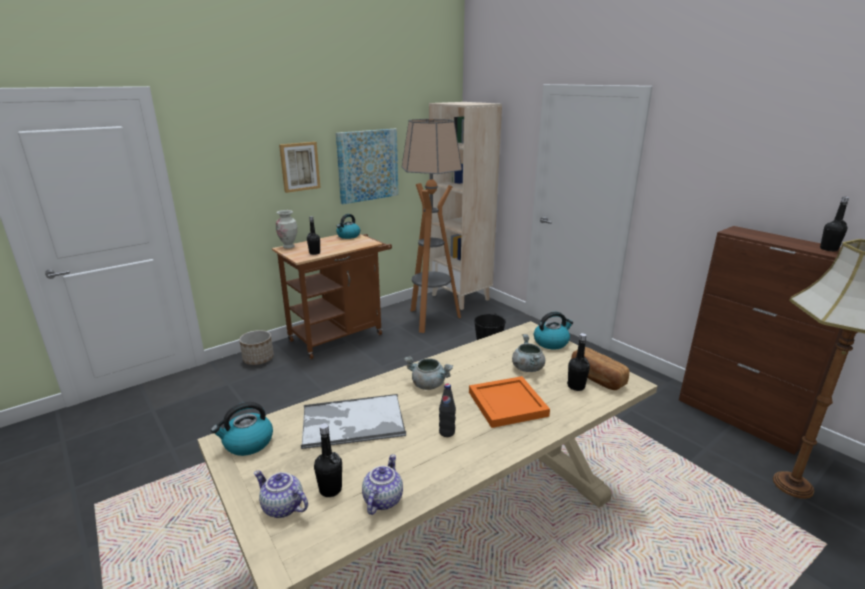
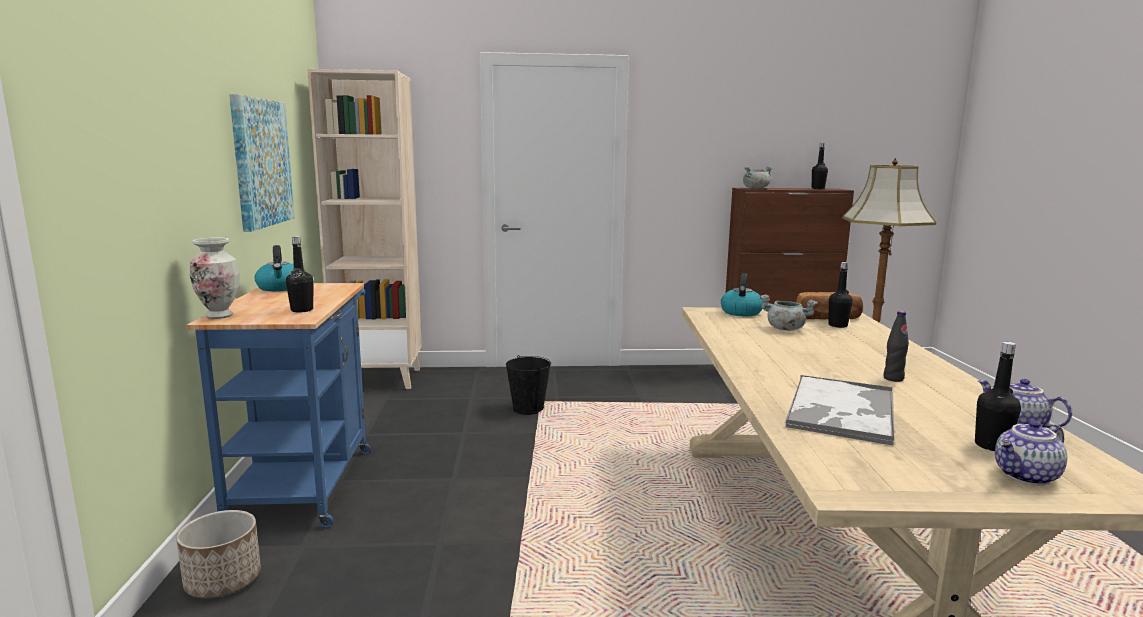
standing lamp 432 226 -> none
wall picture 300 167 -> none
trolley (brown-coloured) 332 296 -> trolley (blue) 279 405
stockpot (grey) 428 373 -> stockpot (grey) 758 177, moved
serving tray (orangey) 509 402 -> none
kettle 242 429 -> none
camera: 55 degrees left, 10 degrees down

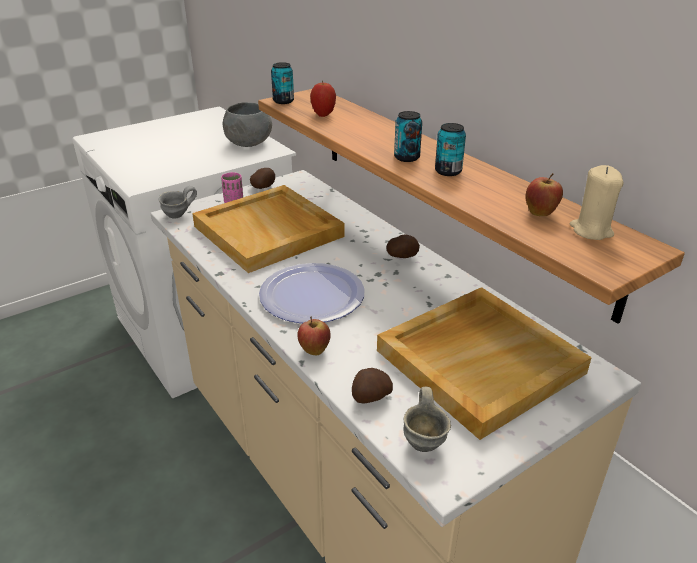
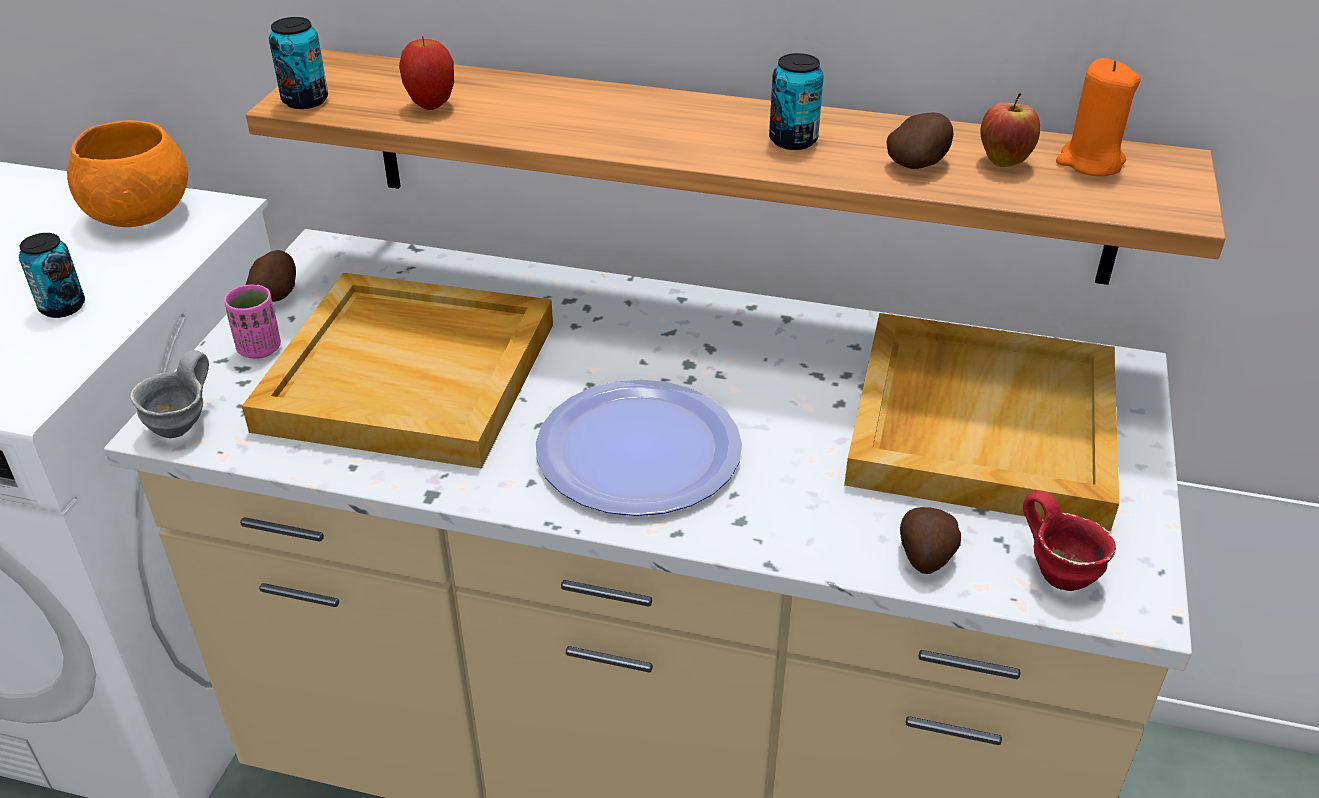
serving bowl (grey) 247 124 -> serving bowl (orangey) 127 173
metal can 408 136 -> metal can 52 275, moved
wax candle (beige-coloured) 596 202 -> wax candle (orangey) 1098 117
whole potato 403 246 -> whole potato 919 140, moved
apple 314 335 -> none
mug (grey) 427 419 -> mug (reddish) 1069 540
camera: 40 degrees left, 5 degrees up

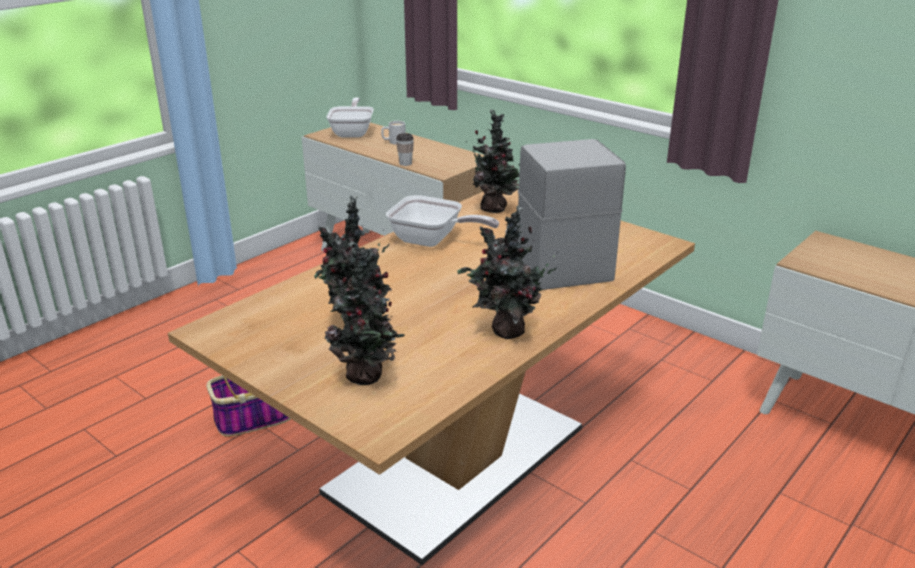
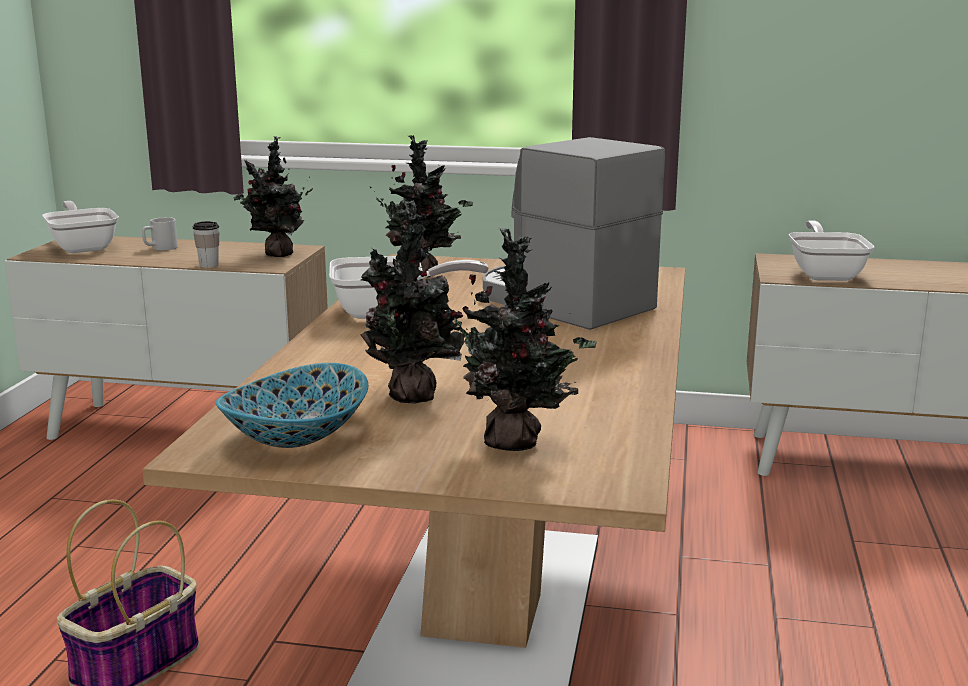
potted plant 507 272 -> potted plant 273 196, moved
none -> pan 831 250
none -> serving bowl 292 405
camera: 30 degrees left, 10 degrees down

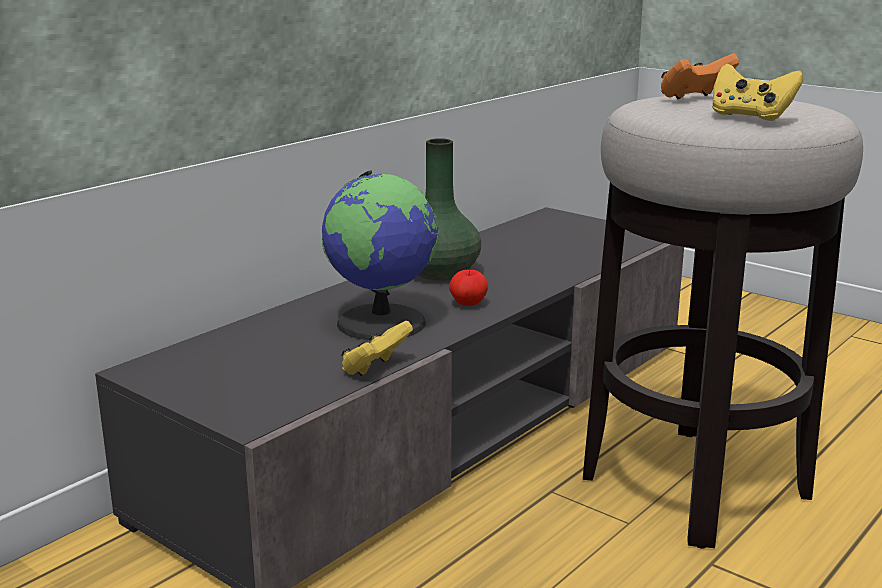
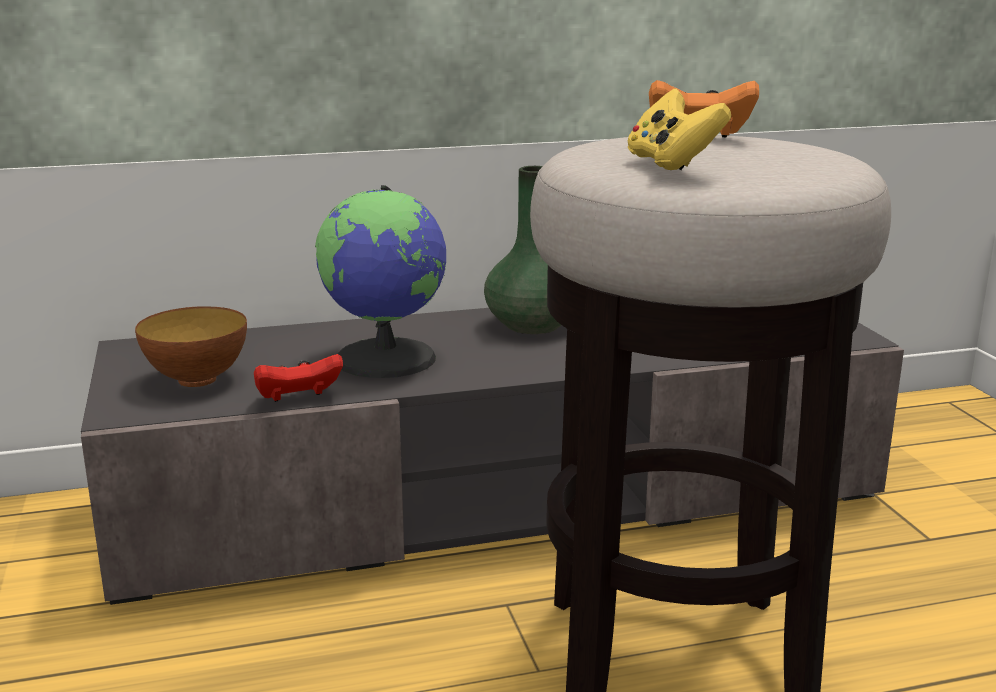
apple 468 288 -> none
joypad (yellow-coloured) 377 348 -> joypad (reddish) 298 378
none -> serving bowl 191 346
camera: 35 degrees right, 0 degrees up

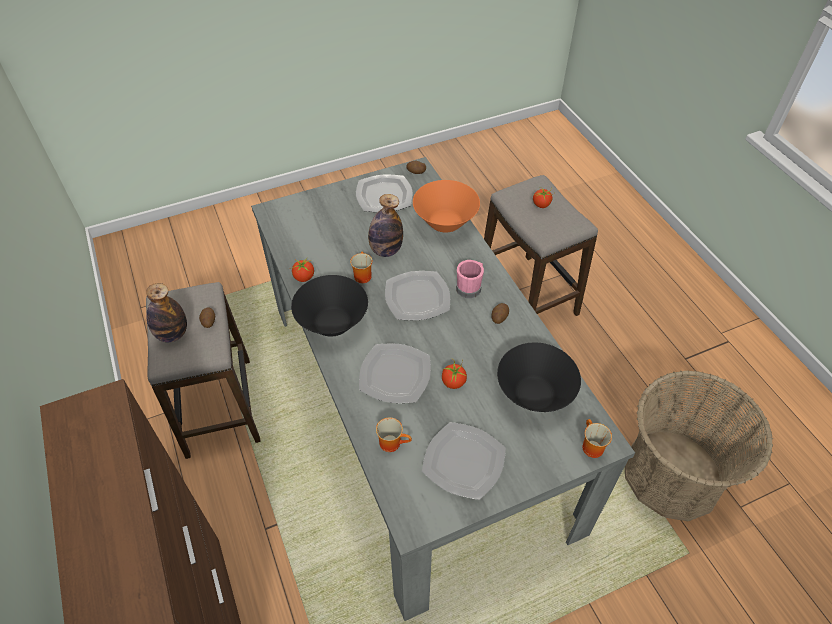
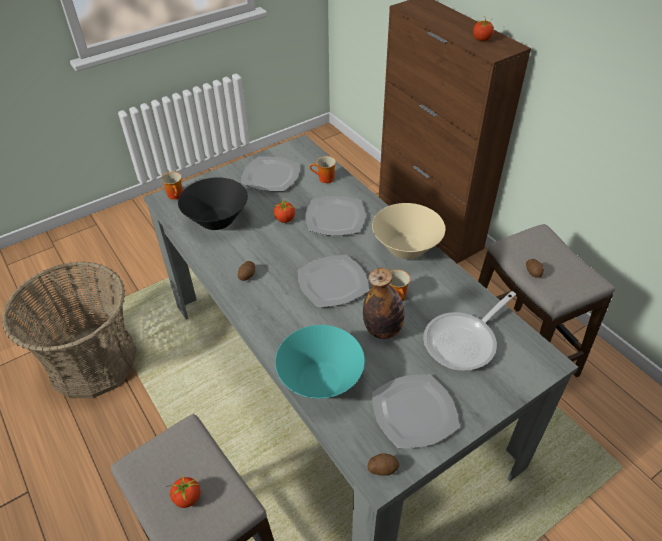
serving bowl (orangey) 446 206 -> serving bowl (blue-green) 320 362
whole tomato 302 270 -> whole tomato 483 28, moved
mug (pink) 470 279 -> none
serving bowl (blackish) 329 306 -> serving bowl (beige-coloured) 408 231
bottle 166 313 -> none
none -> pan 469 331
camera: 170 degrees right, 5 degrees down

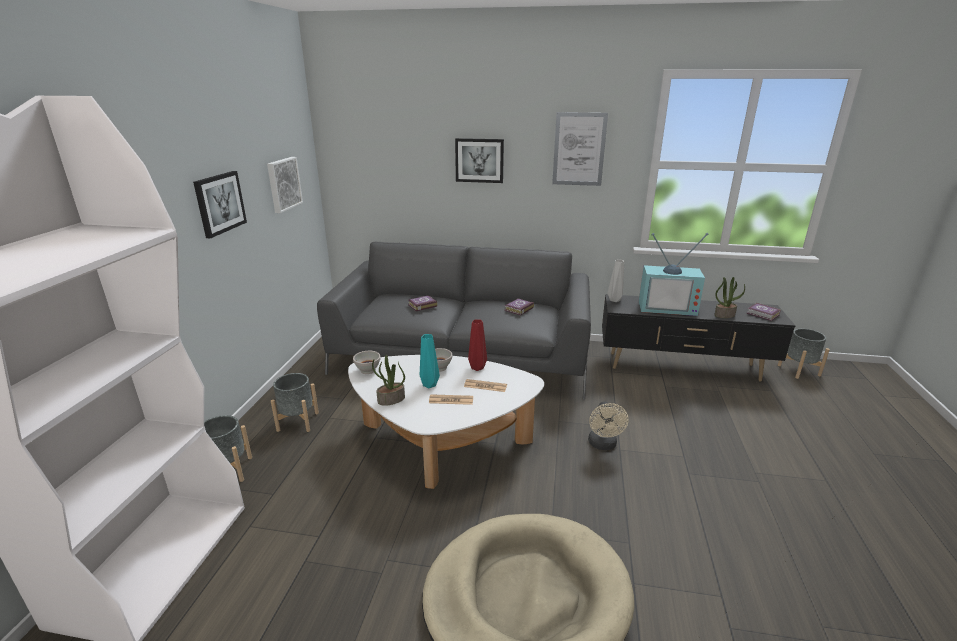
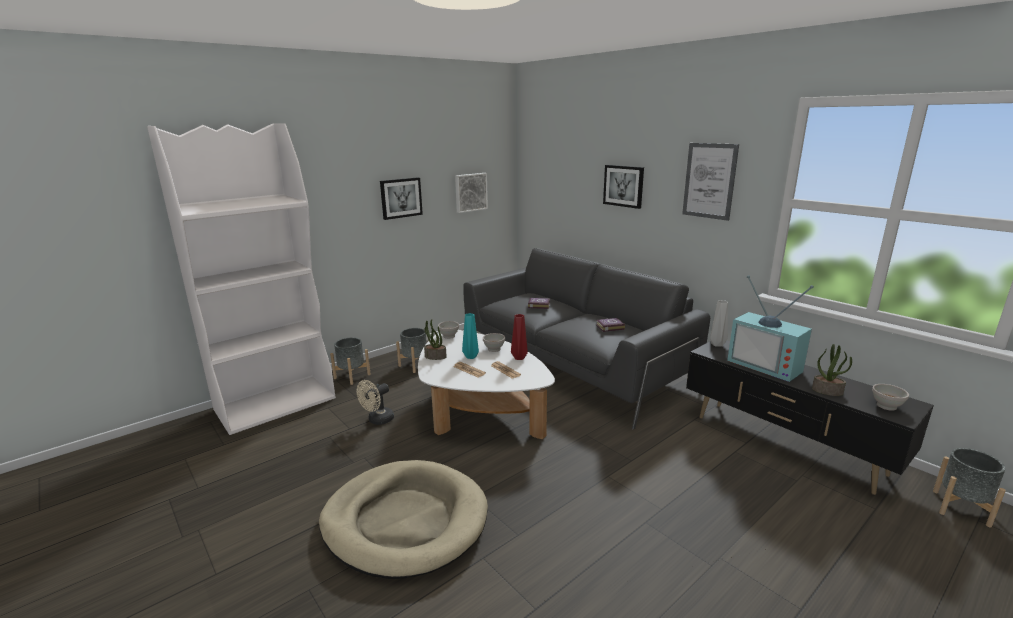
volume 763 312 -> serving bowl (white) 890 397
cooling fan (beige-coloured) 608 425 -> cooling fan (beige-coloured) 375 402, moved
camera: 40 degrees right, 5 degrees down

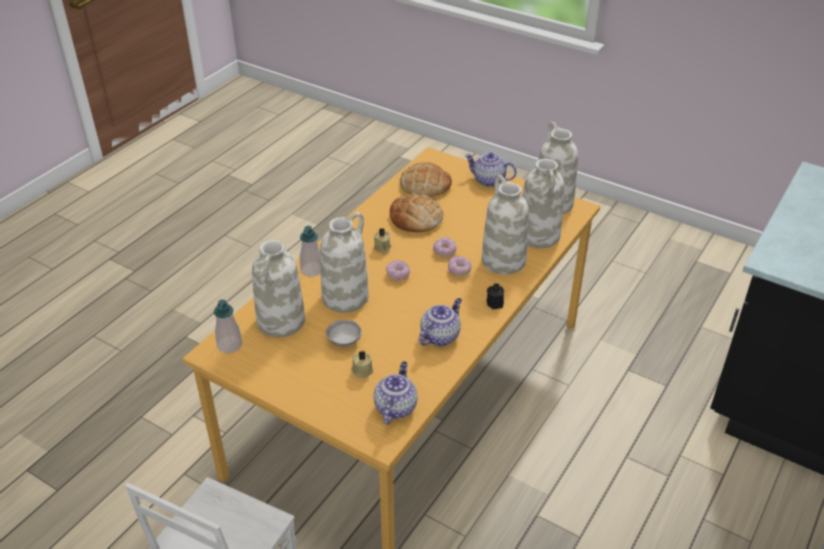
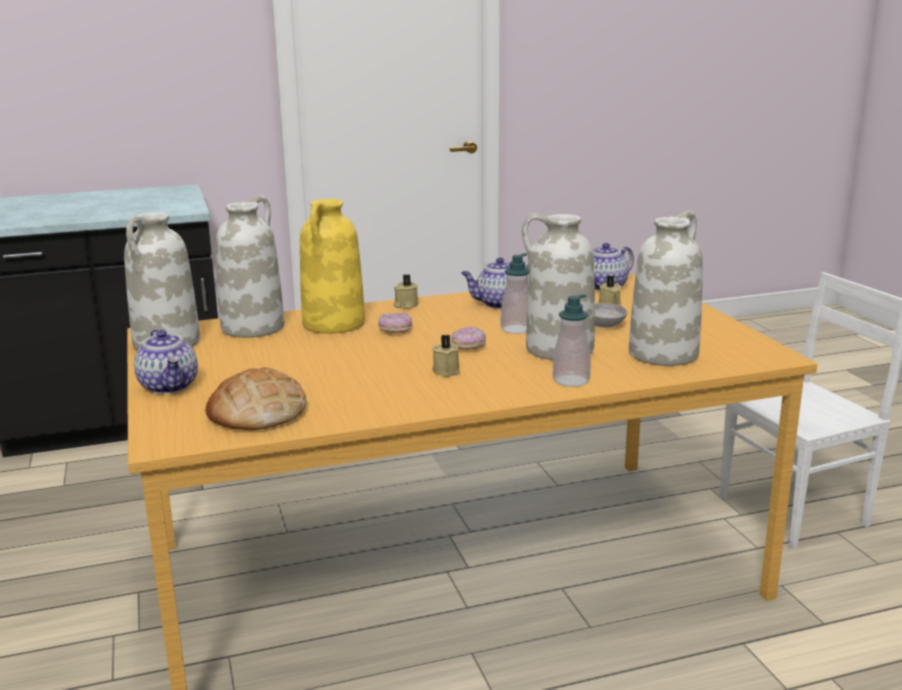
vase (white) 505 224 -> vase (yellow-coloured) 332 266
bakery bread 416 212 -> none
doughnut 445 247 -> none
wax candle (blackish) 495 296 -> wax candle (beige-coloured) 405 291
soap bottle 228 326 -> soap bottle 515 293, moved
camera: 140 degrees left, 20 degrees down

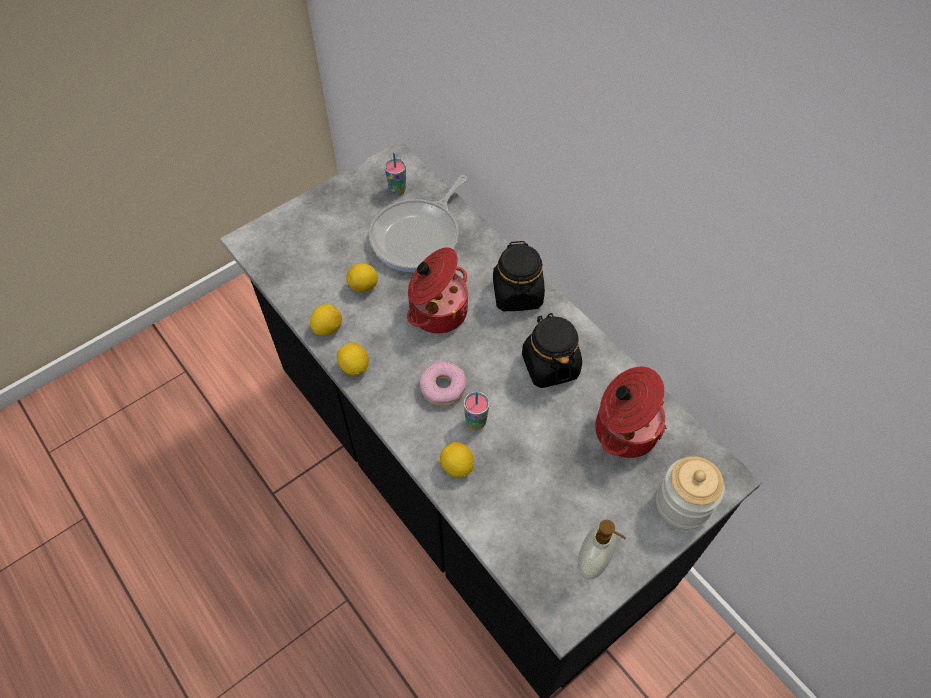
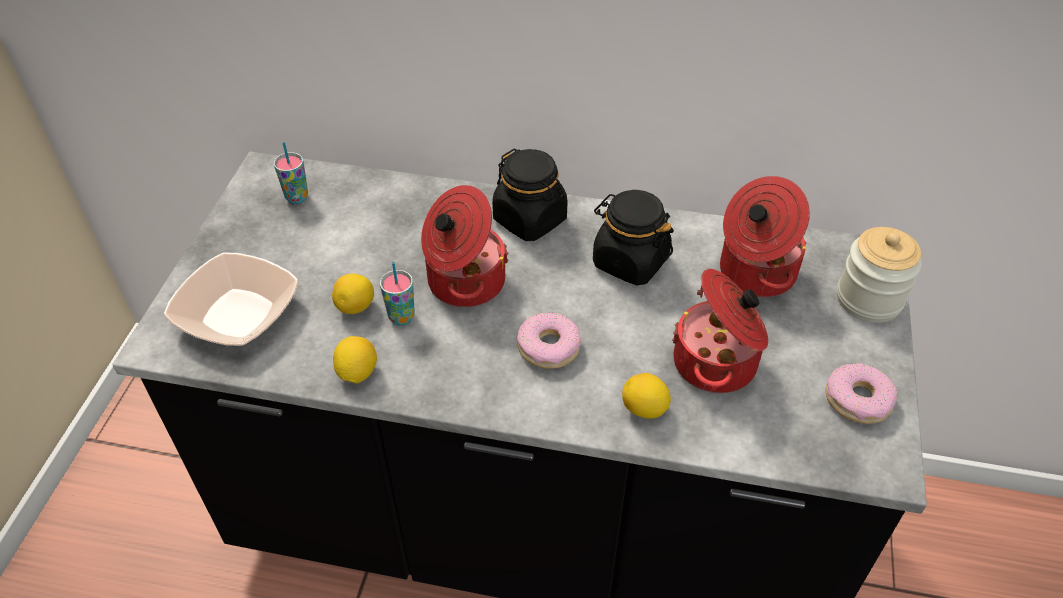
pan 418 223 -> none
whole lemon 353 359 -> none
small cup 476 411 -> small cup 397 294, moved
soap bottle 602 550 -> doughnut 862 393
none -> serving bowl 231 299
none -> stockpot 720 331
camera: 40 degrees left, 10 degrees down

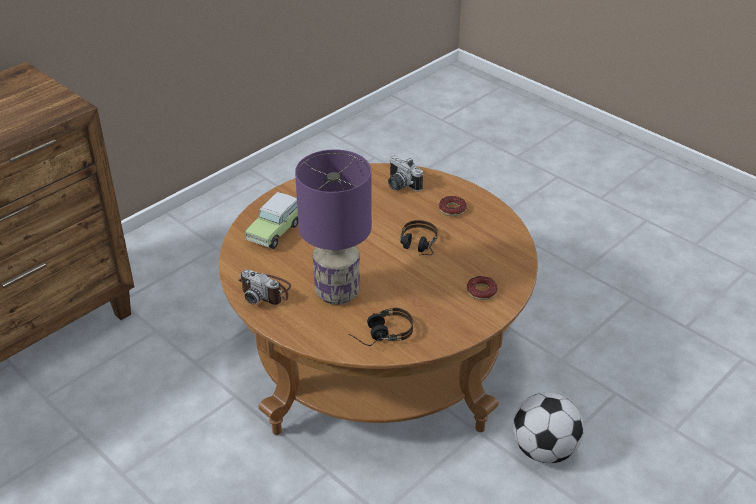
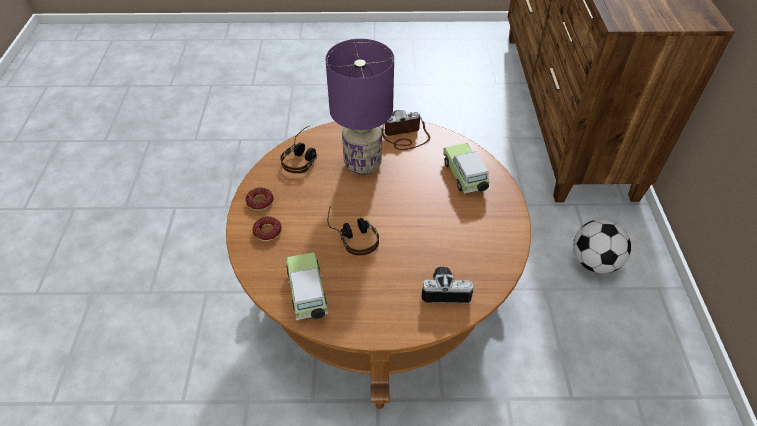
doughnut 453 206 -> doughnut 260 199, moved
football 548 428 -> football 602 246, moved
none -> toy car 307 286
camera: 135 degrees right, 10 degrees up

